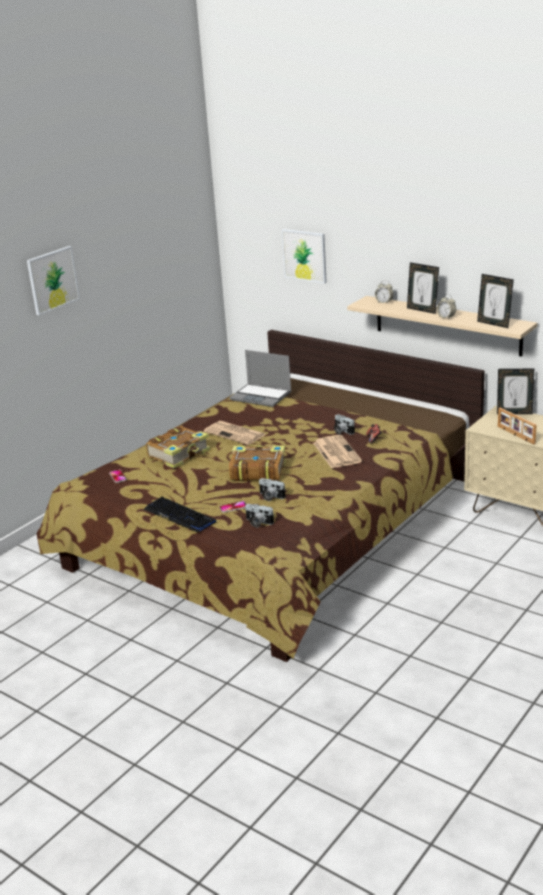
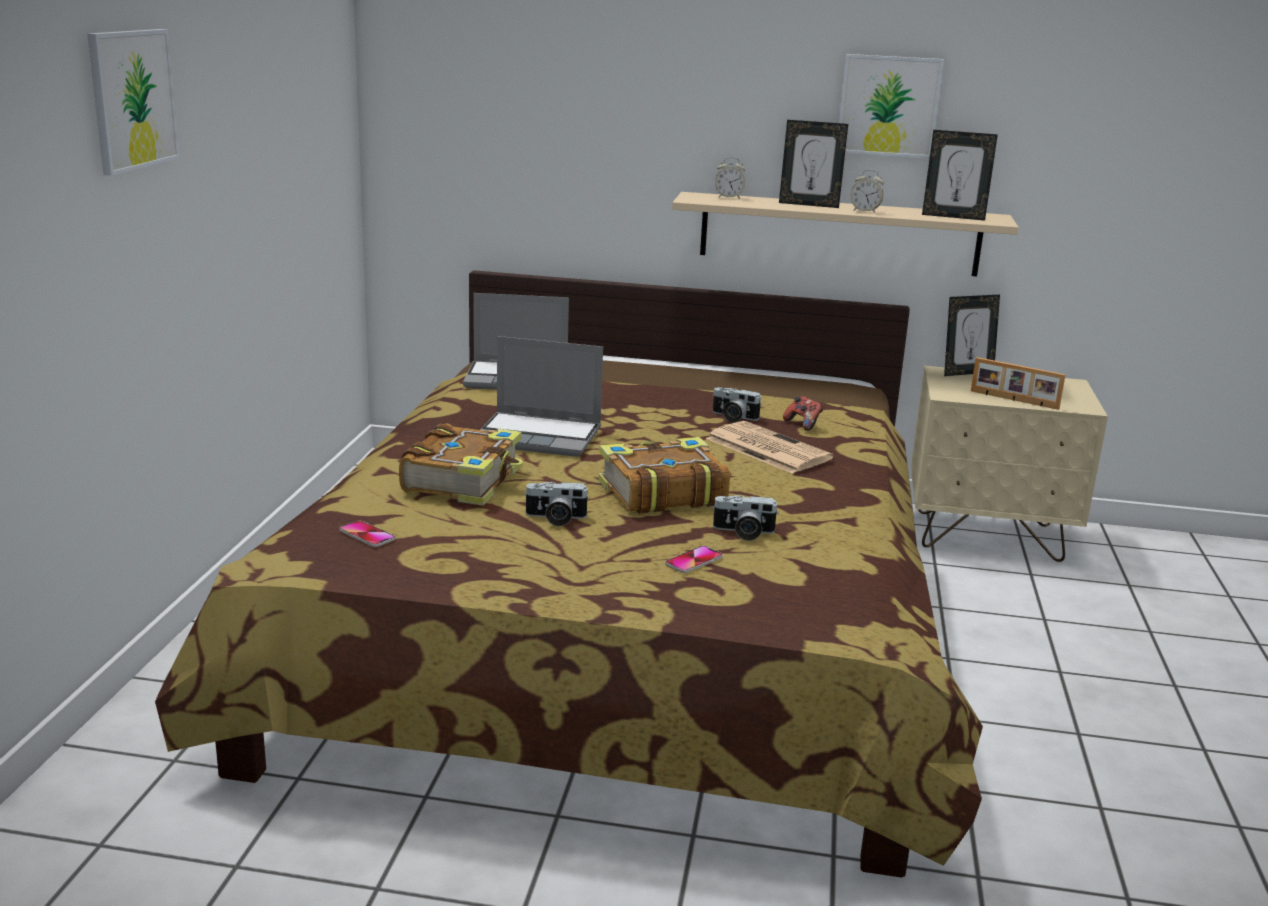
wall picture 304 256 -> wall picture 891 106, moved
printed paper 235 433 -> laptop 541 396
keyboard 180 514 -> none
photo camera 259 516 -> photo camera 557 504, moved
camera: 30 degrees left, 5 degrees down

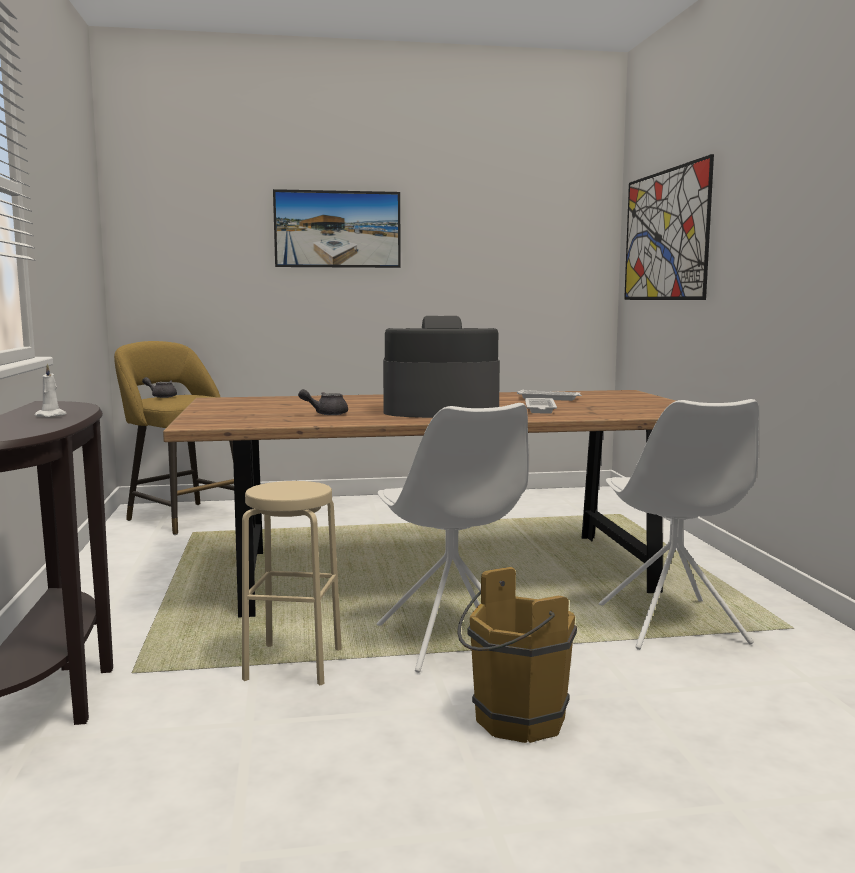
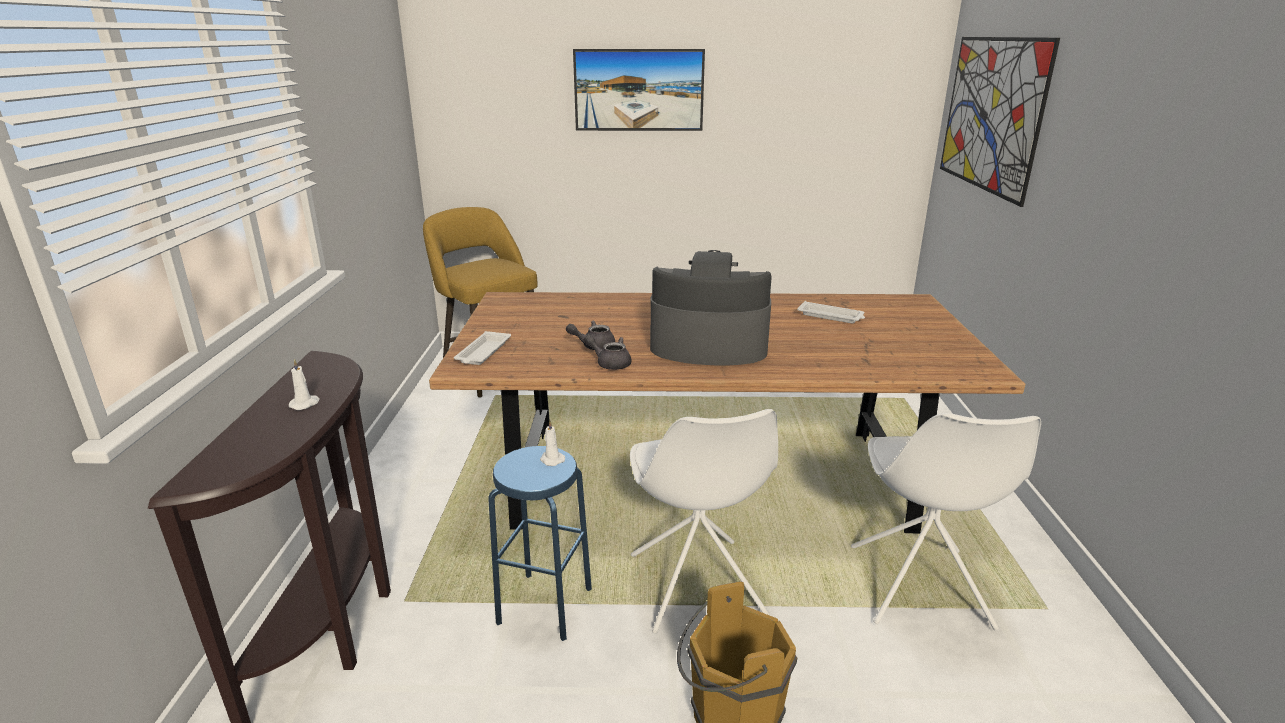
teapot (grey) 159 387 -> teapot (grey) 607 352, moved
serving tray (white) 541 405 -> serving tray (white) 482 348, moved
sitting stool (beige-coloured) 292 583 -> sitting stool (blue) 540 543
none -> wax candle (white) 552 443
camera: 10 degrees right, 15 degrees up

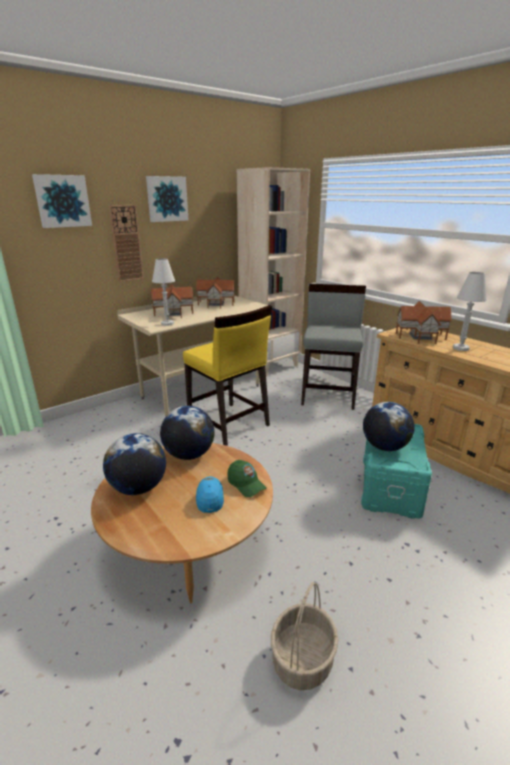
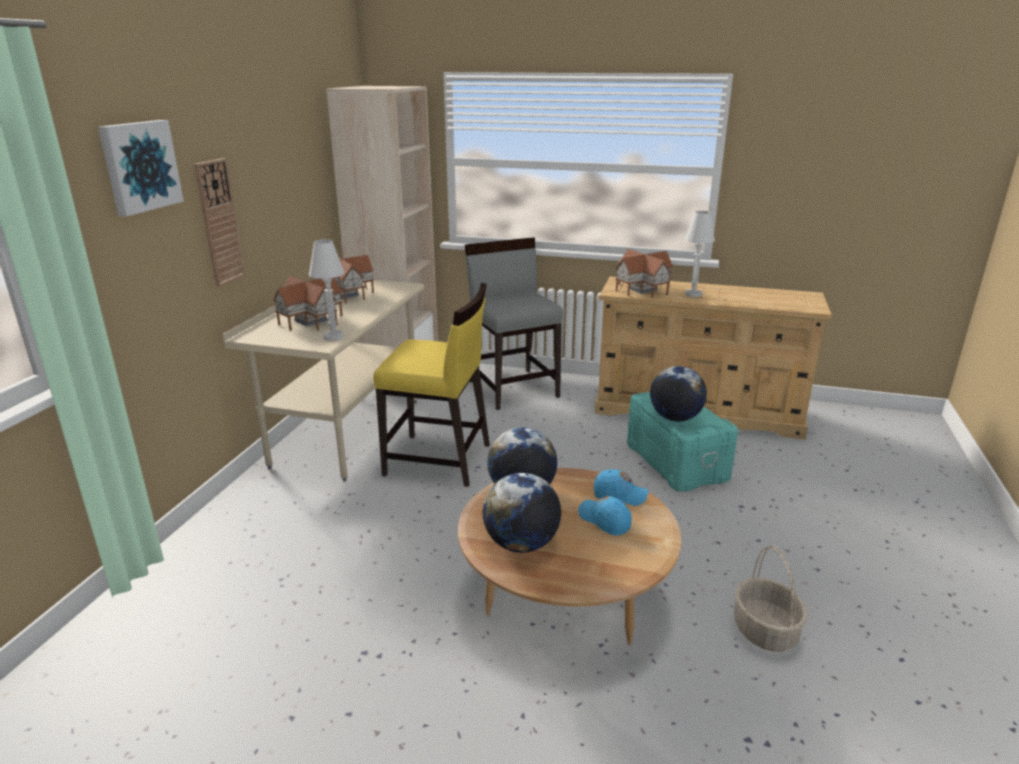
wall picture 167 199 -> none
baseball cap (green) 247 478 -> baseball cap (blue) 621 487
camera: 35 degrees left, 0 degrees up

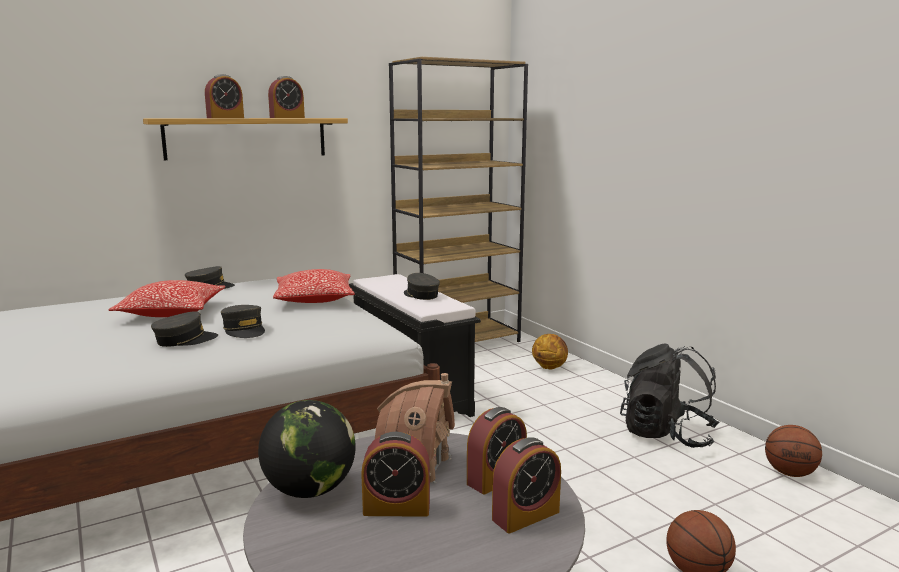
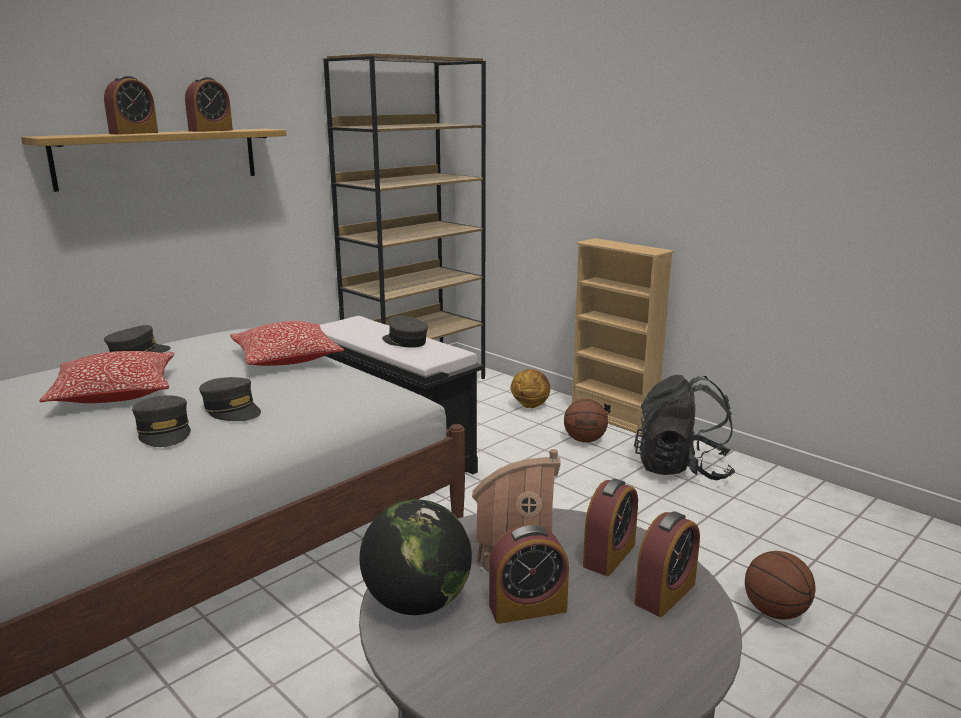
baseball cap (grey) 184 329 -> baseball cap (grey) 161 421, 105 degrees clockwise
ball for basketball 793 451 -> ball for basketball 586 421, moved
none -> shelving unit (beige-coloured) 623 336
camera: 15 degrees left, 5 degrees up

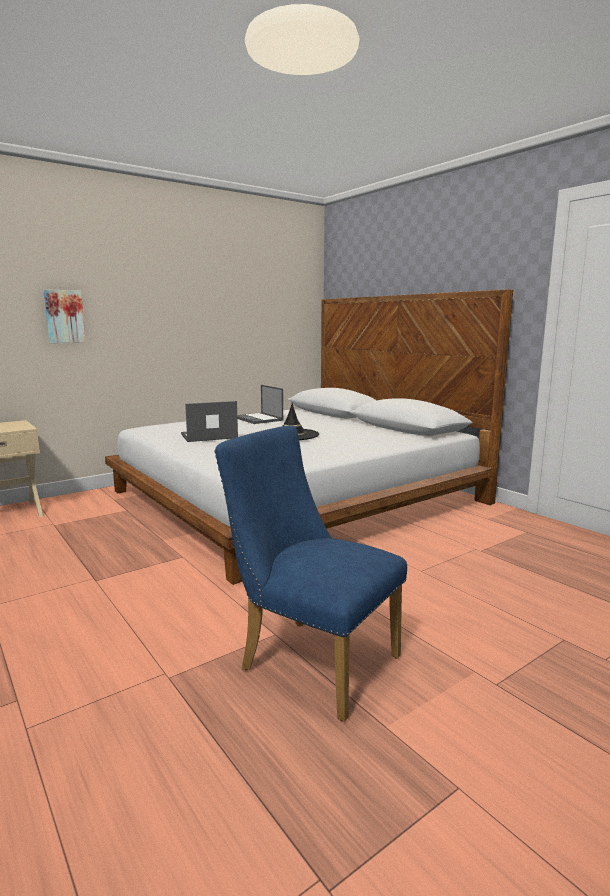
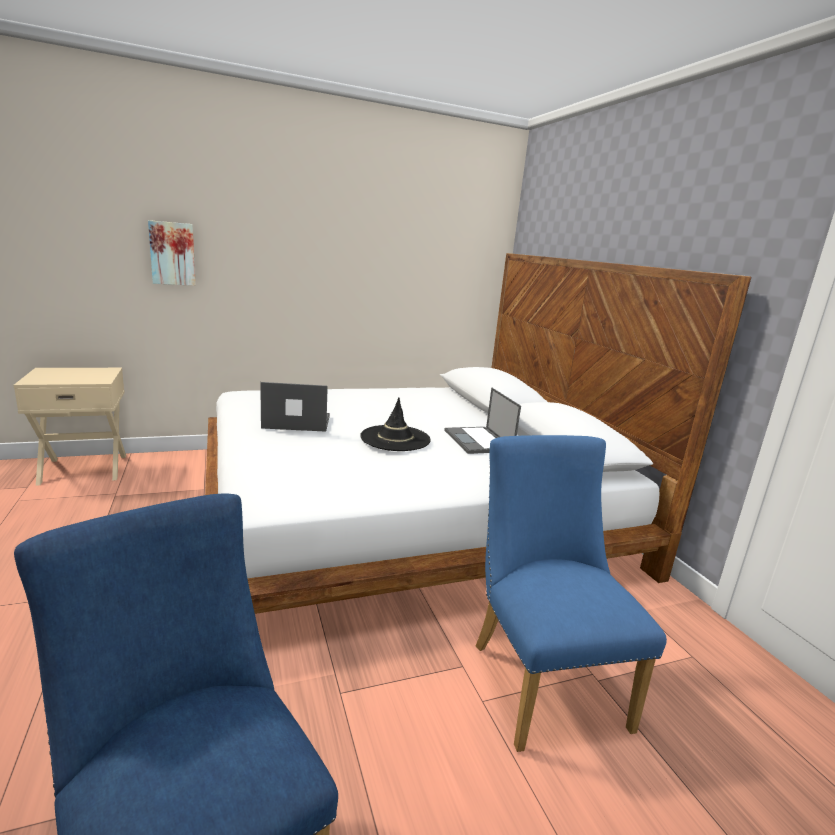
laptop 260 404 -> laptop 482 421, moved
none -> upright chair (blue) 571 593
camera: 15 degrees right, 5 degrees up

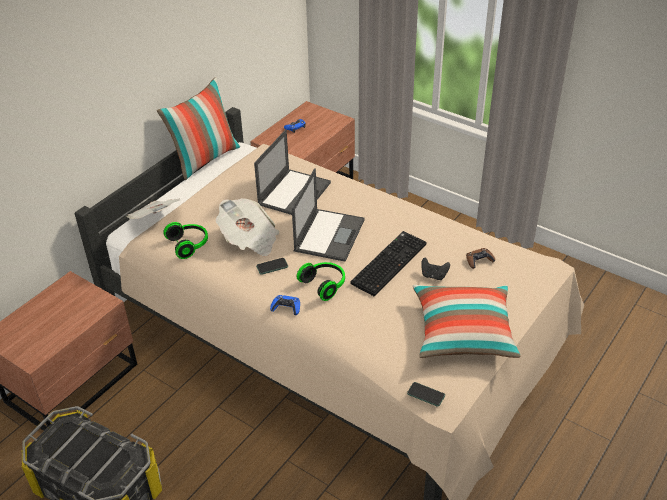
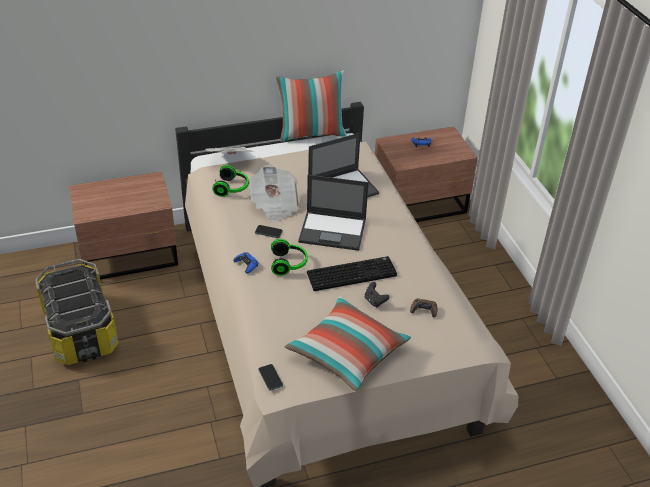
laptop 328 215 -> laptop 333 213, 45 degrees clockwise
camera: 35 degrees right, 0 degrees up

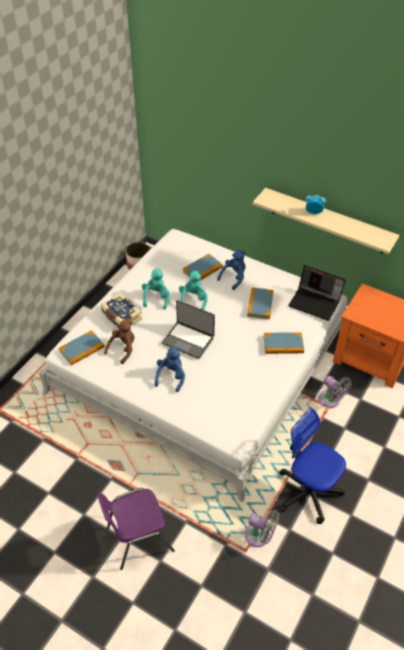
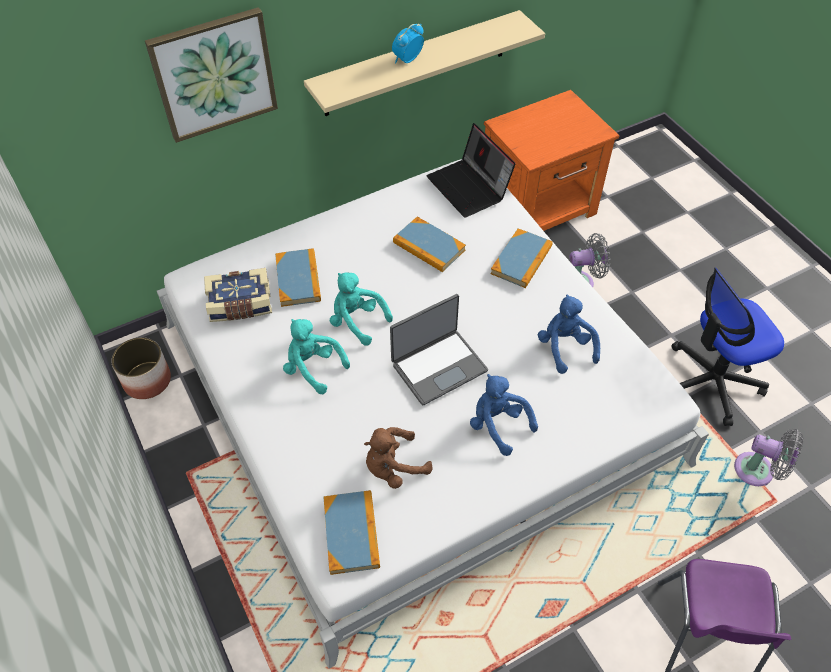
soft toy (blue) 231 270 -> soft toy (blue) 569 334, moved
laptop 316 293 -> laptop 471 170, 90 degrees clockwise
volume 121 309 -> volume 238 295, moved
soft toy (brown-coloured) 119 342 -> soft toy (brown-coloured) 398 458, 90 degrees counterclockwise
cooling fan (grey) 262 528 -> cooling fan (grey) 768 457, 60 degrees clockwise
none -> wall picture 211 75
camera: 60 degrees left, 5 degrees up

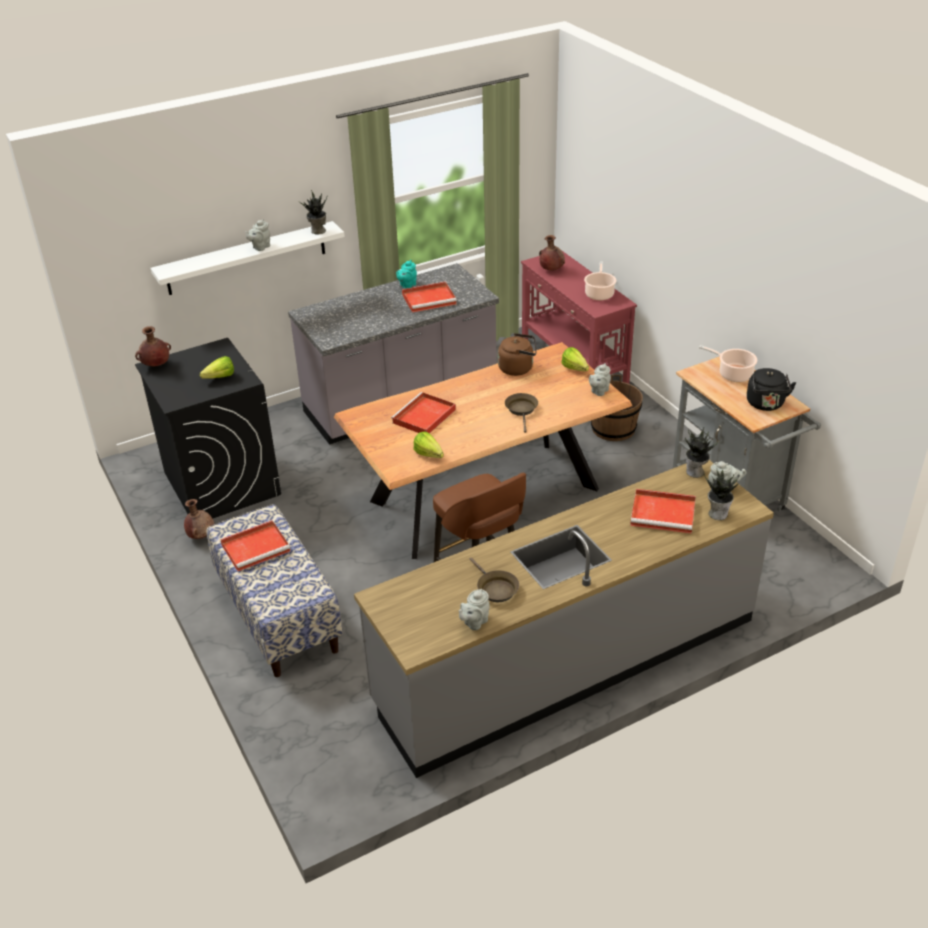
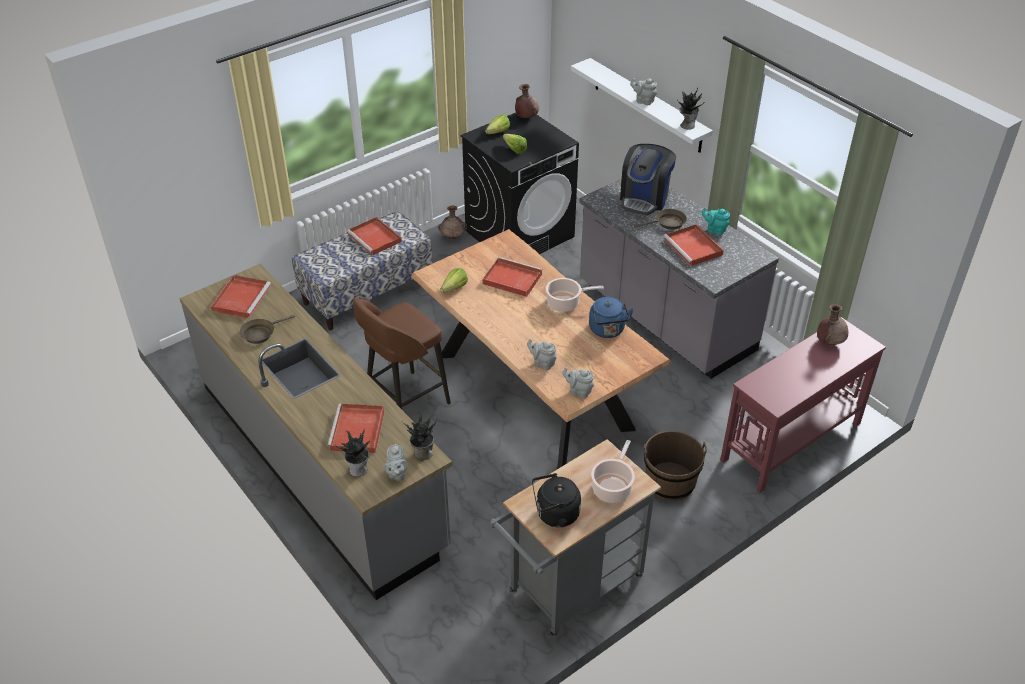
stockpot 600 280 -> stockpot 575 295, moved
kettle (brown-coloured) 517 354 -> kettle (blue) 611 317
head of lettuce 575 359 -> head of lettuce 497 124, moved
pan (brown-coloured) 521 413 -> pan (brown-coloured) 660 219, moved
teapot (grey) 474 609 -> teapot (grey) 541 354, moved
none -> coffee machine 648 179
none -> serving tray (reddish) 241 296
camera: 80 degrees right, 5 degrees up

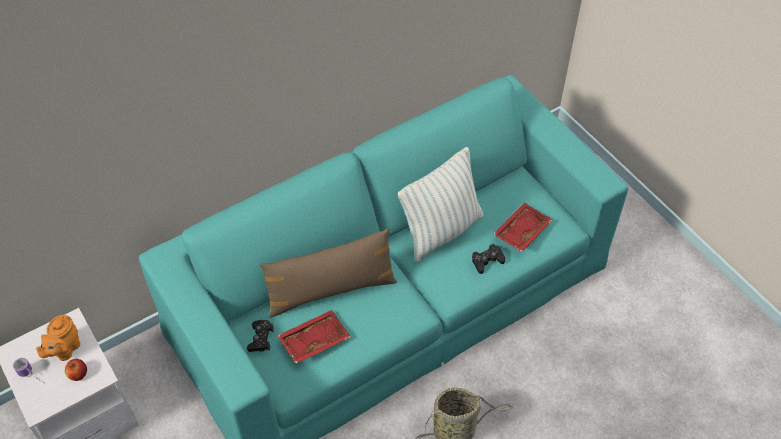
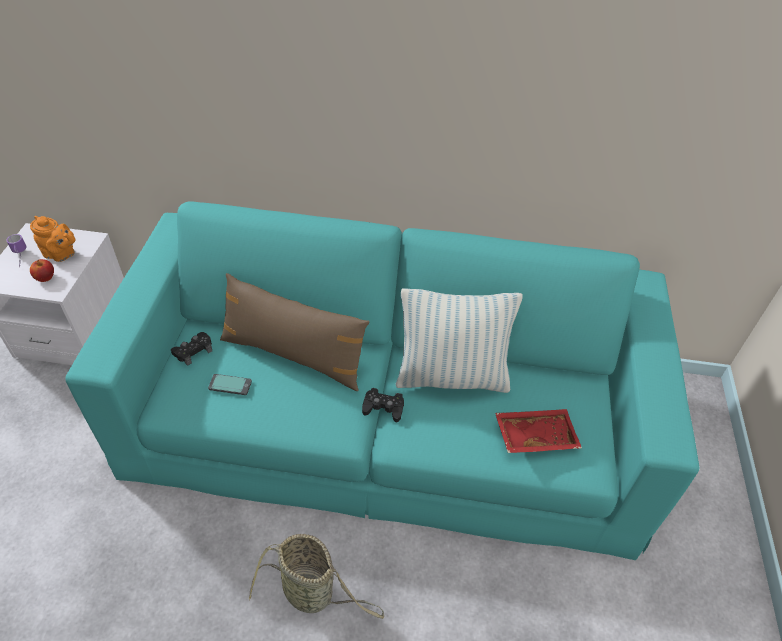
joypad (blackish) 488 259 -> joypad (blackish) 383 405, moved
serving tray (reddish) 314 336 -> telephone 230 384
teapot (orangey) 58 338 -> teapot (orangey) 52 239, 135 degrees counterclockwise
camera: 40 degrees right, 5 degrees down

